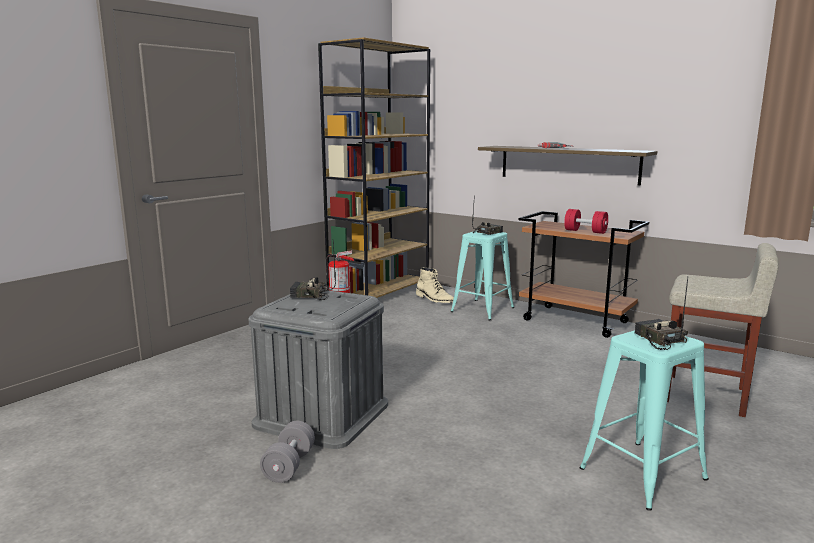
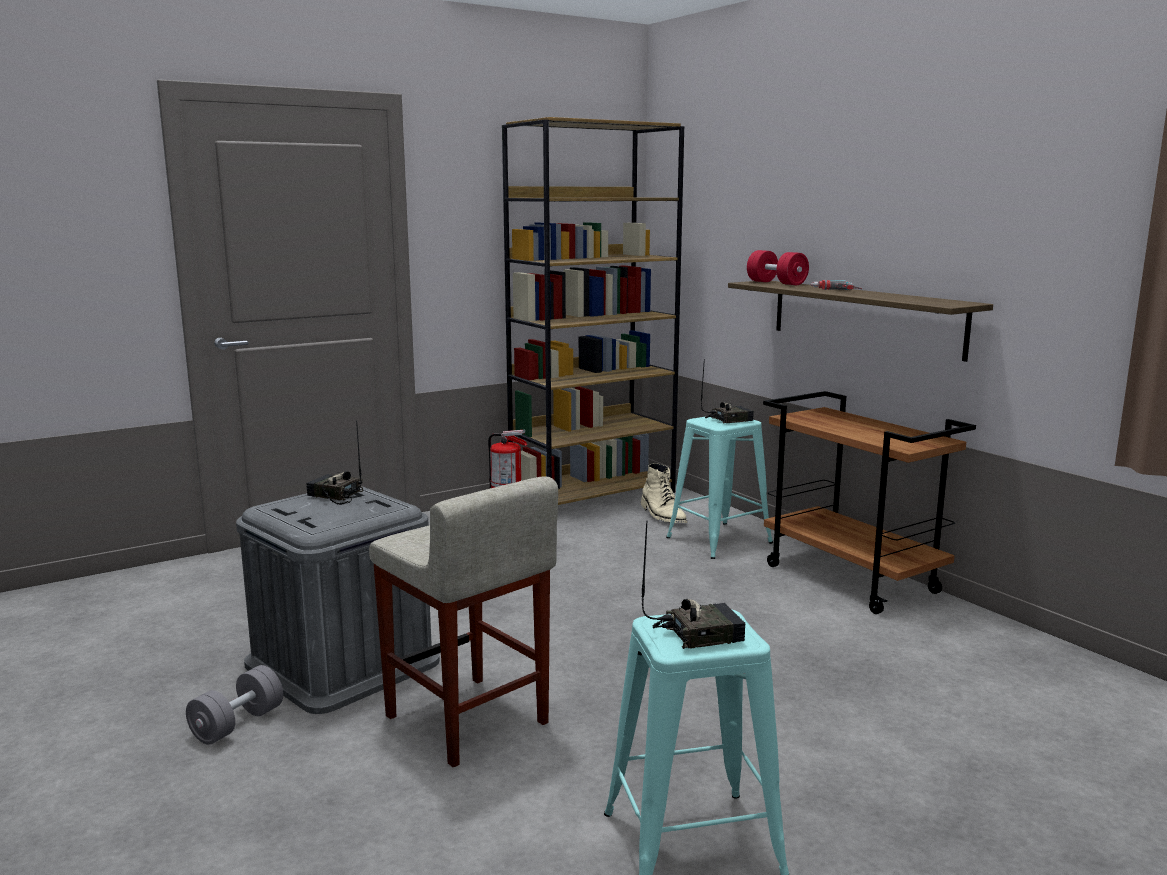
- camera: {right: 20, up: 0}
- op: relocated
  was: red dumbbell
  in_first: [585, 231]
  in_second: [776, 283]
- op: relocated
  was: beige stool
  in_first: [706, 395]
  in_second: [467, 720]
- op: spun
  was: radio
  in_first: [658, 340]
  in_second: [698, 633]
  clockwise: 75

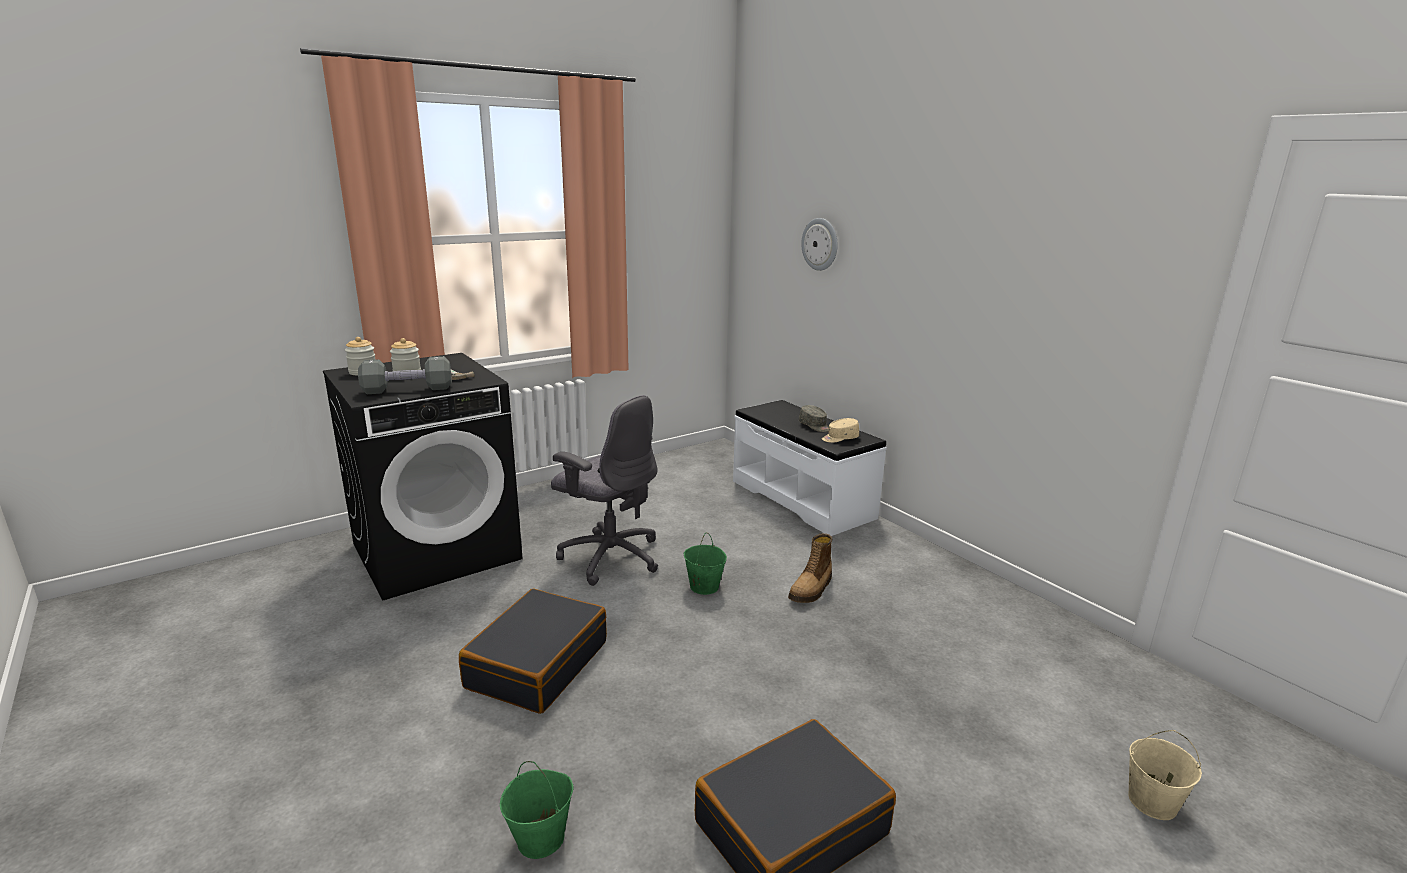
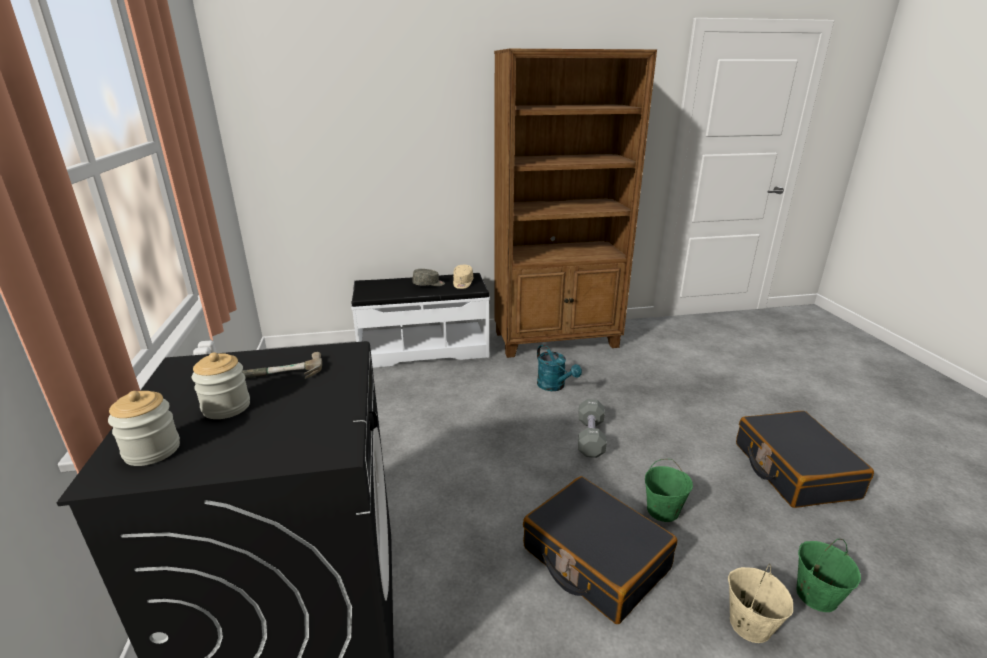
- camera: {right: -65, up: 5}
- op: missing
  was: wall clock
  in_first: [820, 244]
- op: relocated
  was: grey dumbbell
  in_first: [408, 390]
  in_second: [590, 437]
- op: missing
  was: grey office chair
  in_first: [610, 556]
- op: relocated
  was: green bucket
  in_first: [703, 586]
  in_second: [662, 511]
- op: exchanged
  was: boot
  now: turquoise watering can
  in_first: [811, 590]
  in_second: [554, 386]
- op: relocated
  was: beige bucket
  in_first: [1151, 801]
  in_second: [749, 624]
- op: appeared
  now: brown bookcase
  in_second: [557, 340]

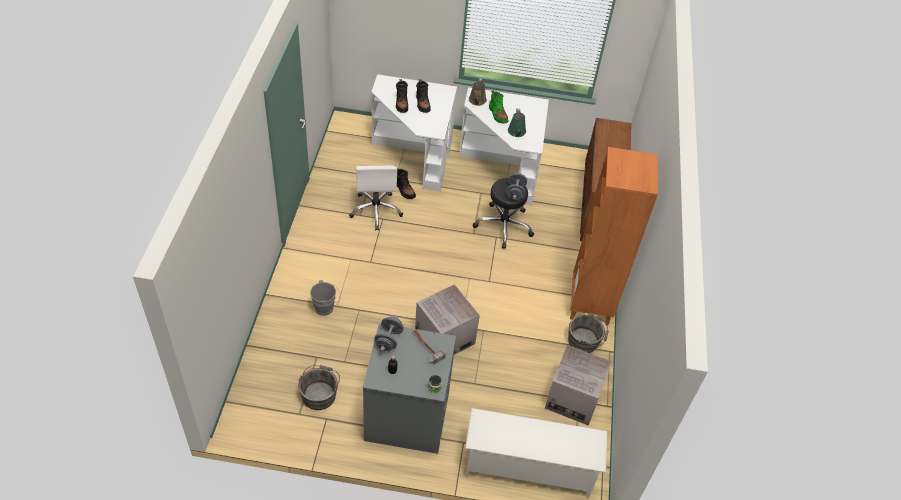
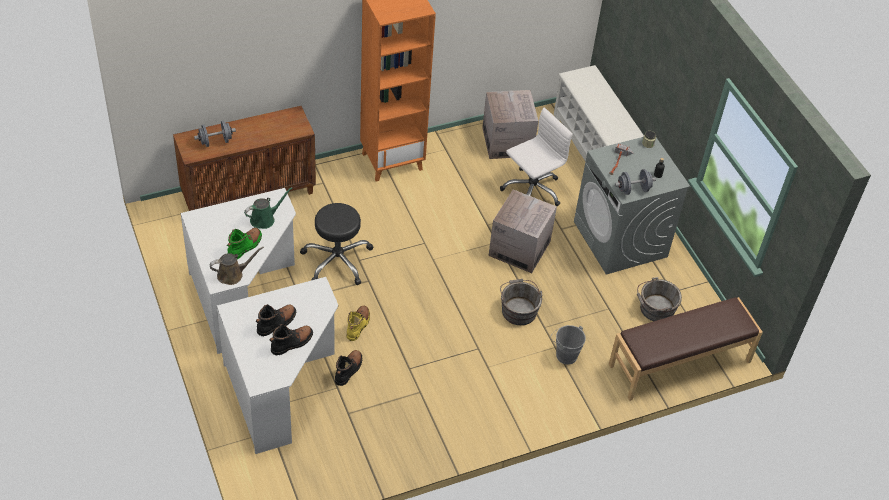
- camera: {right: -120, up: 0}
- op: relocated
  was: white office chair
  in_first: [376, 210]
  in_second: [531, 190]
- op: relocated
  was: grey dumbbell
  in_first: [515, 192]
  in_second: [215, 141]
- op: relocated
  was: grey bucket
  in_first: [585, 341]
  in_second: [518, 309]
- op: appeared
  now: brown bench
  in_second: [680, 364]
- op: appeared
  now: yellow boot
  in_second: [358, 325]

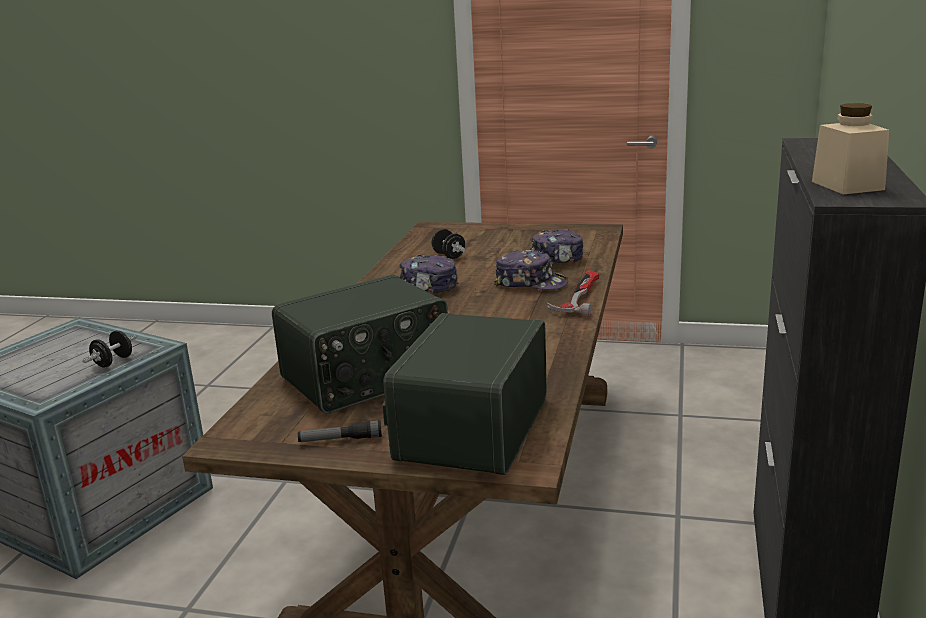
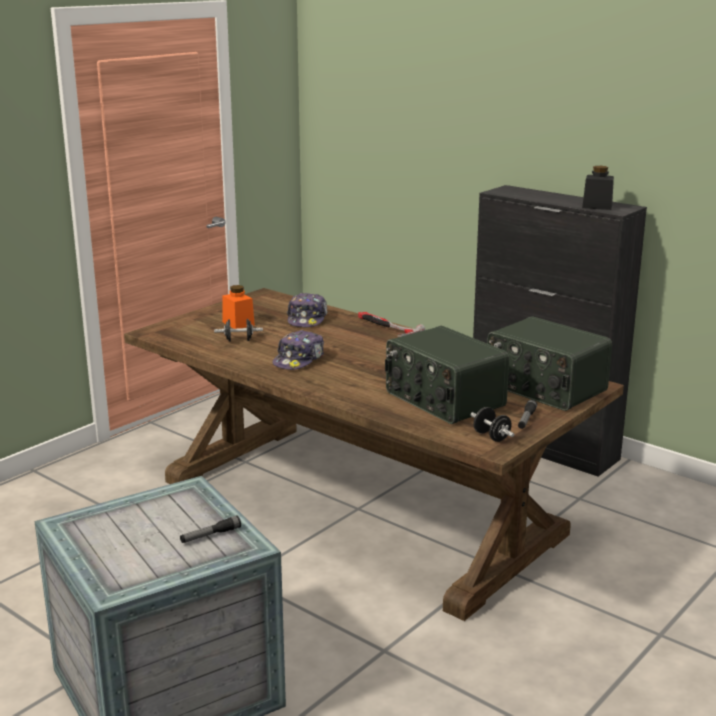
- camera: {right: -65, up: 0}
- op: colour
  was: beige jar
  now: black jar
  in_first: [847, 185]
  in_second: [597, 206]
- op: missing
  was: cap
  in_first: [530, 283]
- op: spun
  was: radio
  in_first: [367, 377]
  in_second: [443, 400]
  clockwise: 150
- op: relocated
  was: black dumbbell
  in_first: [113, 362]
  in_second: [491, 436]
- op: appeared
  now: orange jar
  in_second: [238, 323]
- op: appeared
  now: flashlight
  in_second: [210, 535]

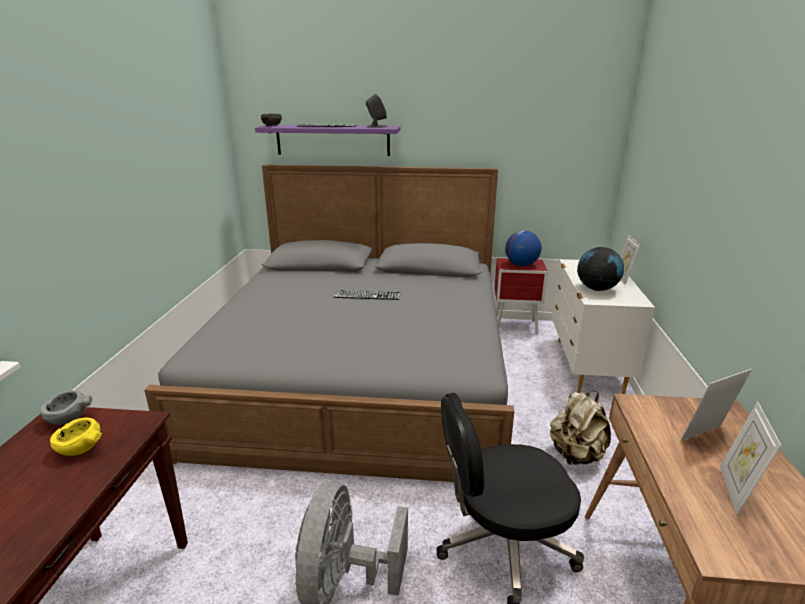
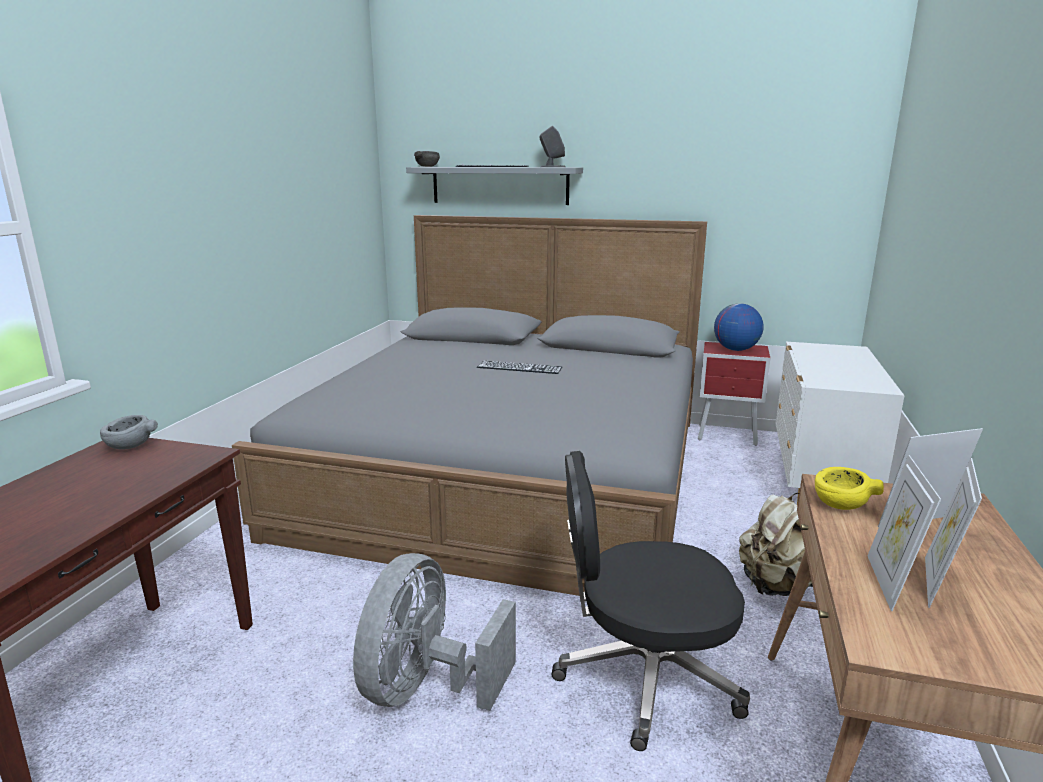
- camera: {right: 10, up: -5}
- op: colour
  was: purple shelf
  now: grey shelf
  in_first: [333, 140]
  in_second: [499, 185]
- op: relocated
  was: picture frame
  in_first: [623, 279]
  in_second: [889, 583]
- op: missing
  was: globe
  in_first: [596, 289]
- op: relocated
  was: yellow bowl
  in_first: [80, 449]
  in_second: [840, 504]

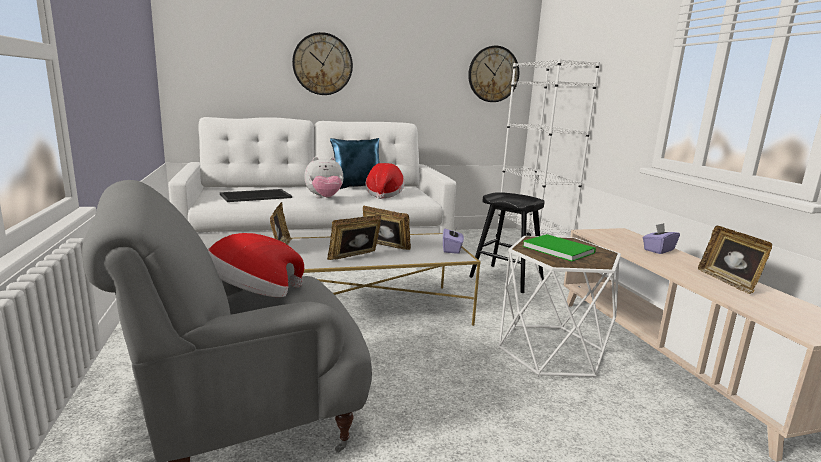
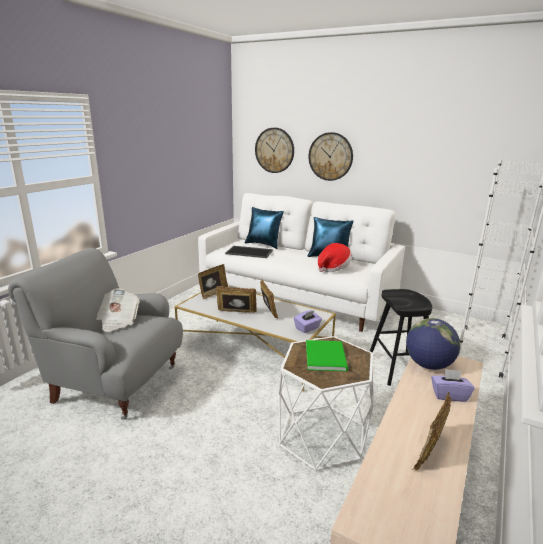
- camera: {right: 45, up: 5}
- op: relocated
  was: wall clock
  in_first: [493, 74]
  in_second: [274, 150]
- op: missing
  was: plush toy
  in_first: [324, 198]
- op: exchanged
  was: hat
  now: newspaper
  in_first: [252, 296]
  in_second: [117, 321]
- op: appeared
  now: blue pillow
  in_second: [264, 244]
- op: appeared
  now: globe
  in_second: [428, 365]

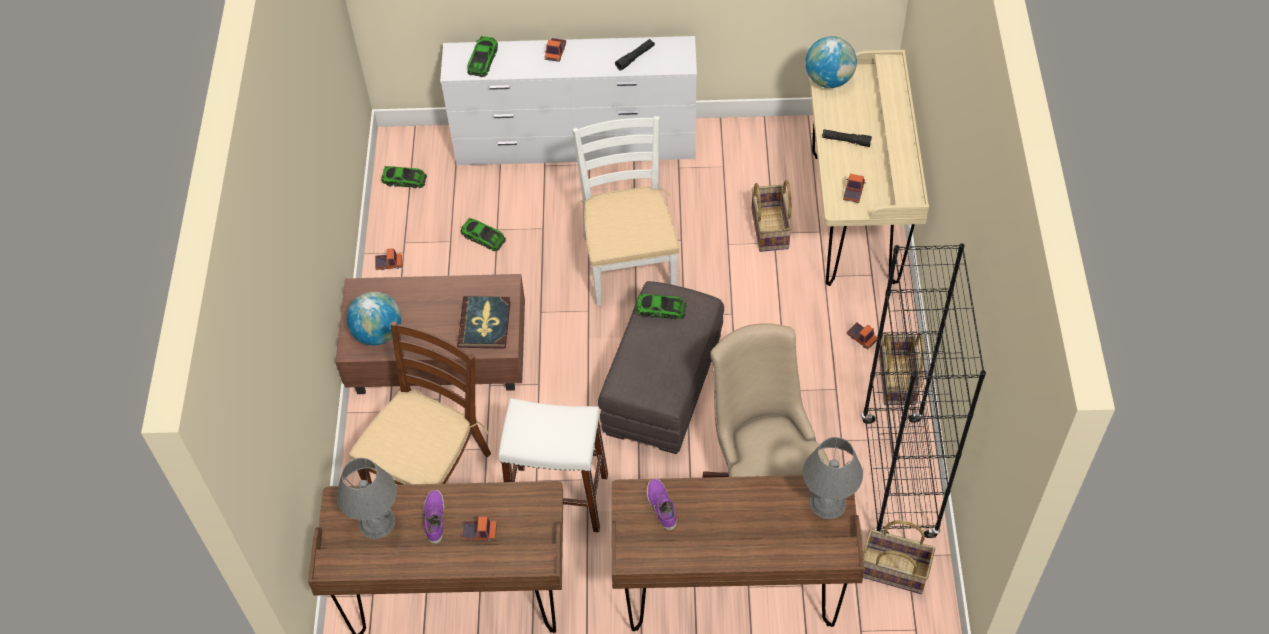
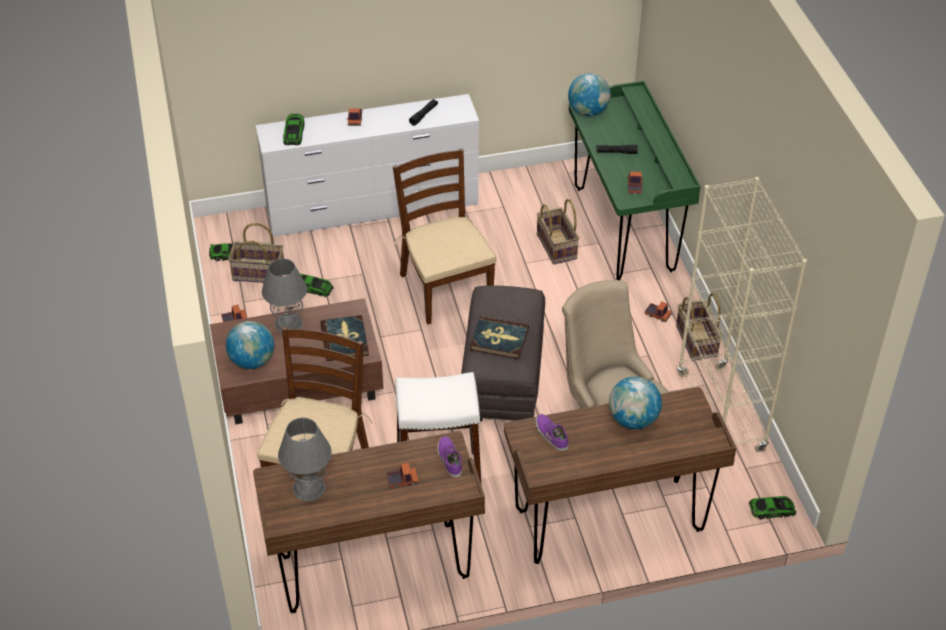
- camera: {right: -15, up: -10}
- op: colour
  was: beige desk
  now: green desk
  in_first: [854, 218]
  in_second: [624, 229]
- op: colour
  was: white chair
  now: brown chair
  in_first: [628, 263]
  in_second: [445, 289]
- op: colour
  was: black bookcase
  now: beige bookcase
  in_first: [898, 478]
  in_second: [720, 412]
- op: relocated
  was: toy car
  in_first: [661, 309]
  in_second: [772, 510]
- op: relocated
  was: grey table lamp
  in_first: [828, 502]
  in_second: [288, 323]
- op: relocated
  was: purple shoe
  in_first: [434, 518]
  in_second: [449, 459]
- op: relocated
  was: basket
  in_first: [893, 571]
  in_second: [258, 274]
- op: appeared
  now: book
  in_second: [499, 340]
- op: appeared
  now: globe
  in_second: [633, 420]

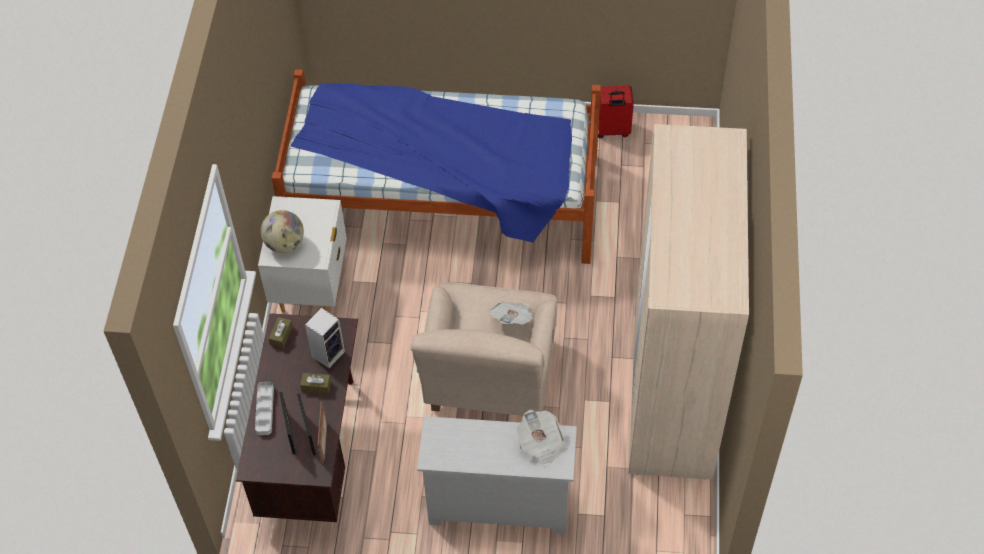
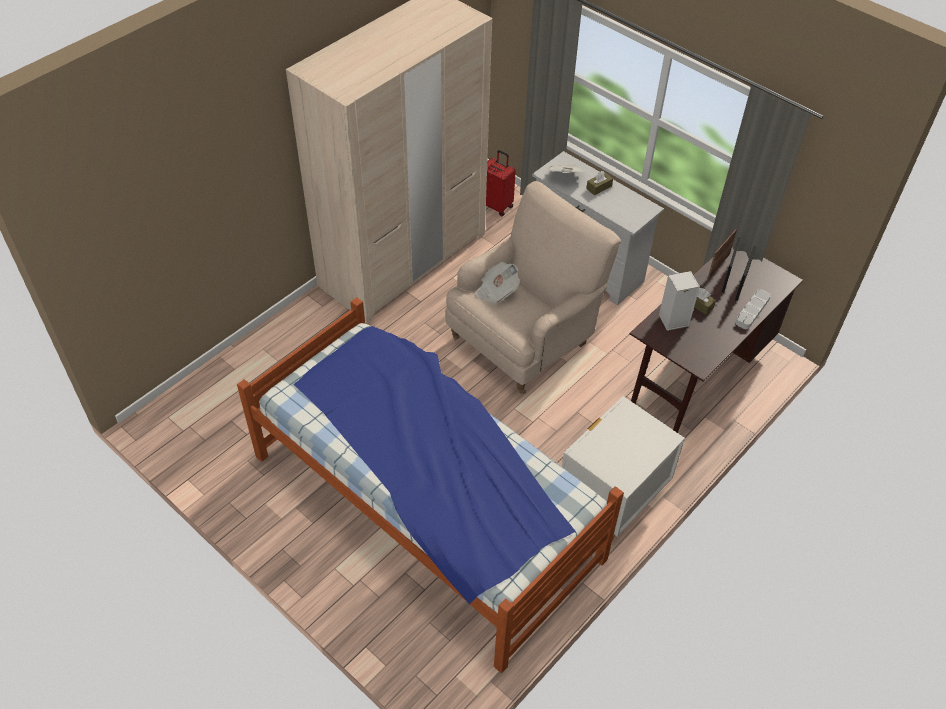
- camera: {right: -145, up: -5}
- op: relocated
  was: red suitcase
  in_first: [613, 131]
  in_second: [496, 205]
- op: missing
  was: globe
  in_first: [285, 244]
- op: relocated
  was: brown tissue box
  in_first: [281, 335]
  in_second: [599, 187]

